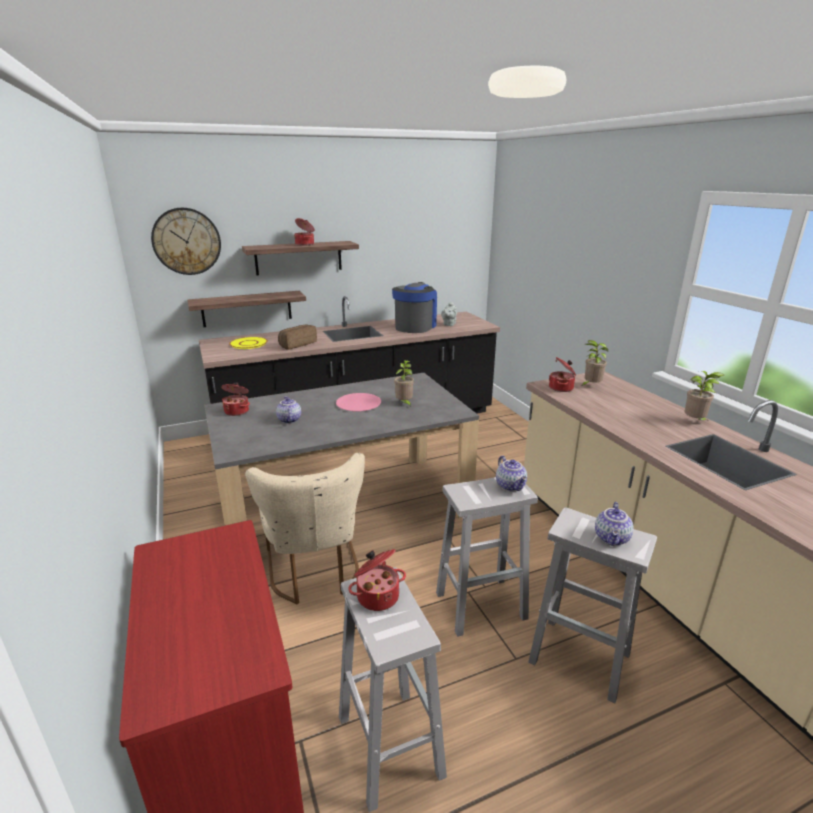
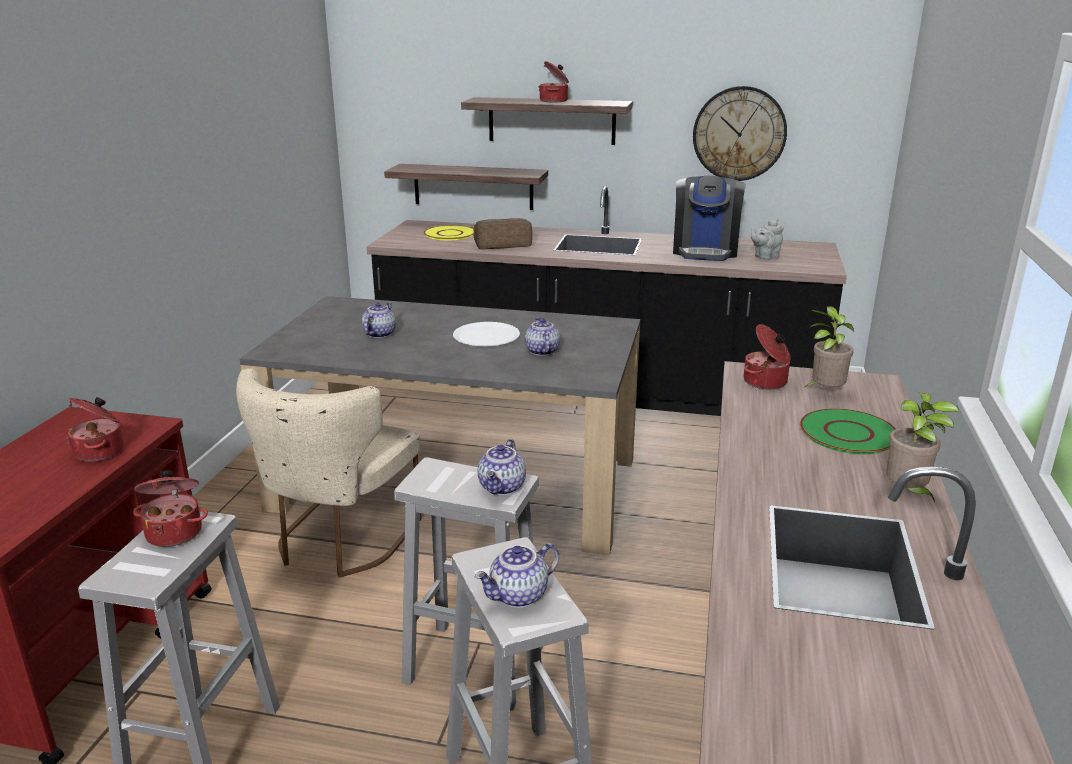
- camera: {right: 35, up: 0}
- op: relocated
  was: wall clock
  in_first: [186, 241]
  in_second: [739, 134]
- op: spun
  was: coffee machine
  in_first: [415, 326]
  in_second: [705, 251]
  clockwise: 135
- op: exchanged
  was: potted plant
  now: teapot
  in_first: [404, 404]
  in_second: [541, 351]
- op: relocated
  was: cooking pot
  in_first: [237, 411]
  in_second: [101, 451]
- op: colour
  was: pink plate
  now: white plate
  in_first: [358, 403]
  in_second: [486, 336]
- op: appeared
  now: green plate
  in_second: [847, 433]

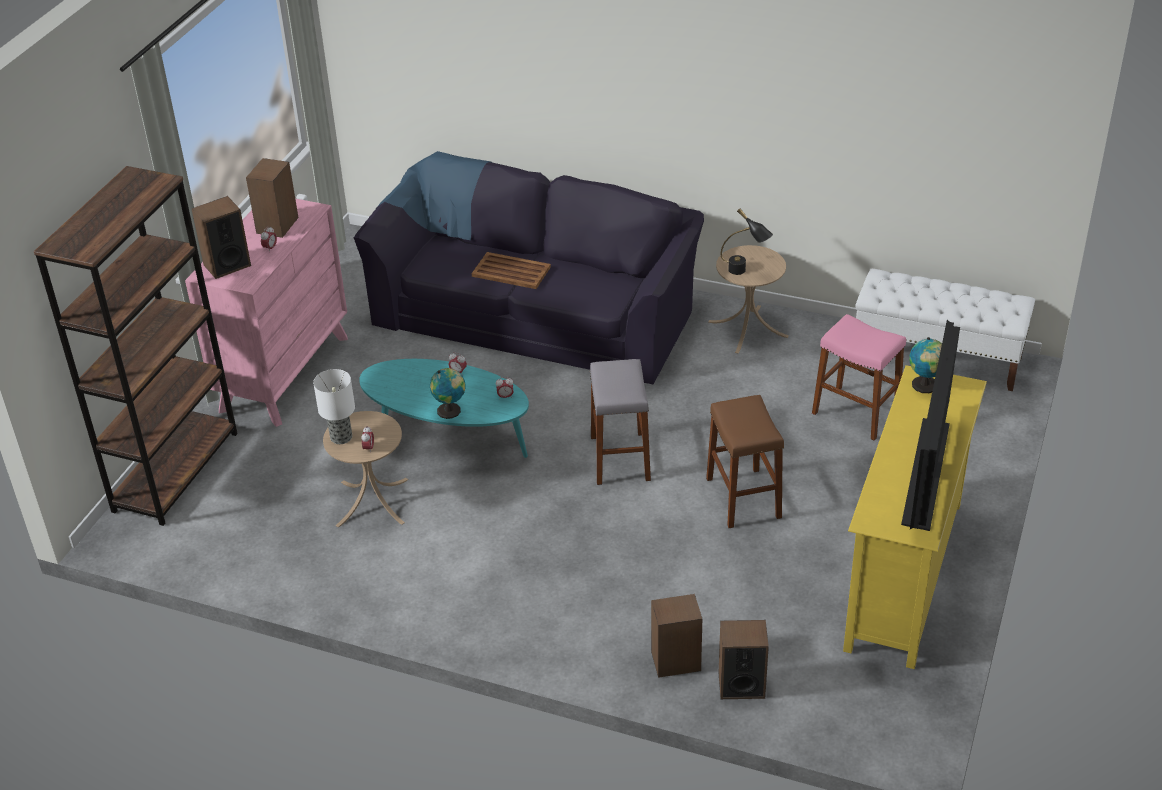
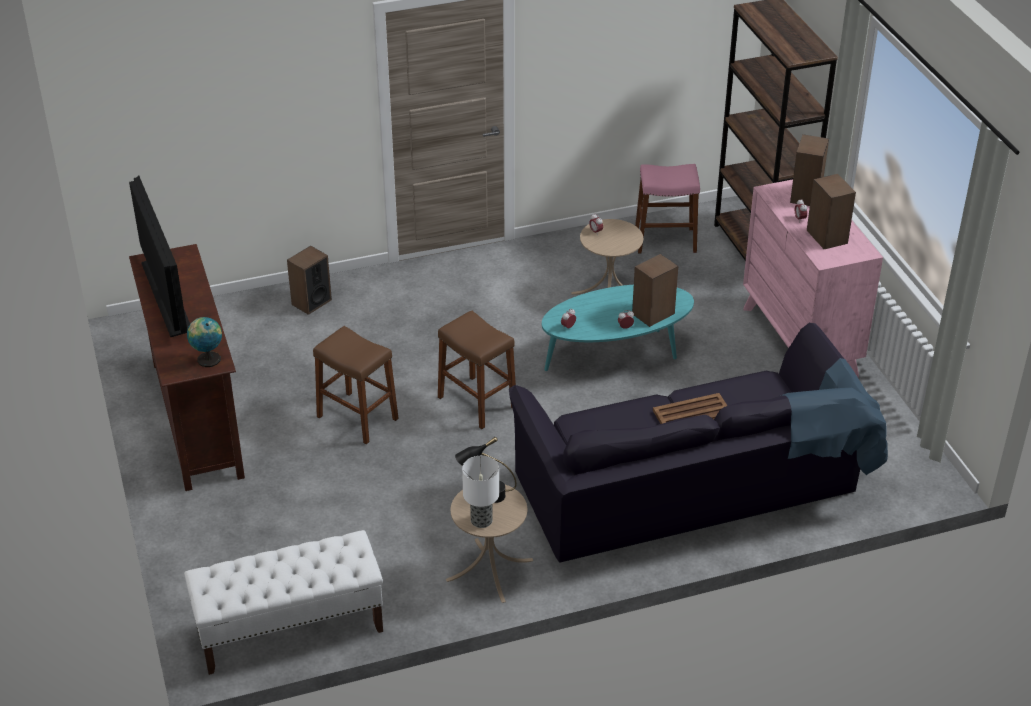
- camera: {right: 140, up: 0}
- op: relocated
  was: pink stool
  in_first: [855, 413]
  in_second: [665, 240]
- op: colour
  was: grey stool
  now: brown stool
  in_first: [620, 458]
  in_second: [477, 402]
- op: colour
  was: yellow tv stand
  now: brown tv stand
  in_first: [905, 576]
  in_second: [196, 419]
- op: missing
  was: globe
  in_first: [450, 411]
- op: relocated
  was: table lamp
  in_first: [341, 437]
  in_second: [482, 521]
- op: relocated
  was: speaker
  in_first: [741, 685]
  in_second: [653, 314]

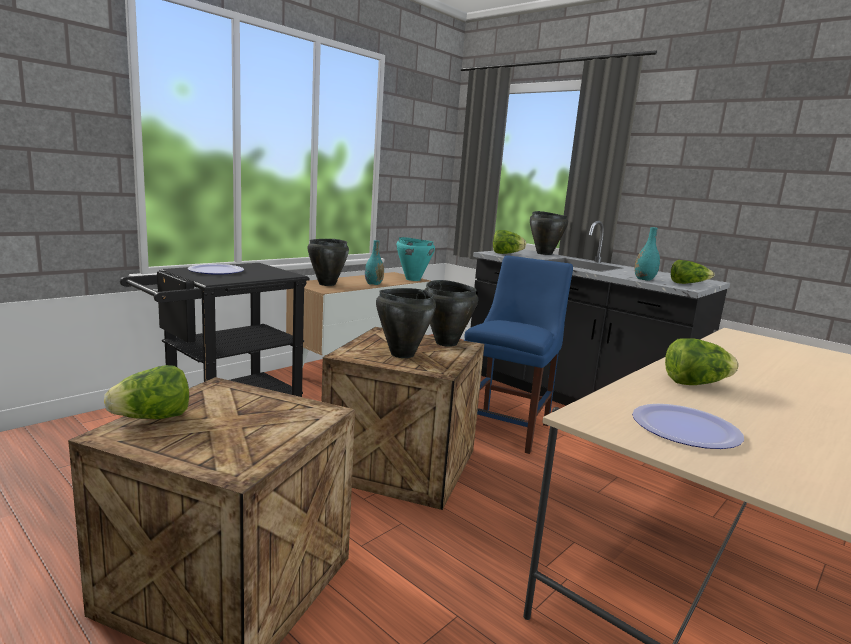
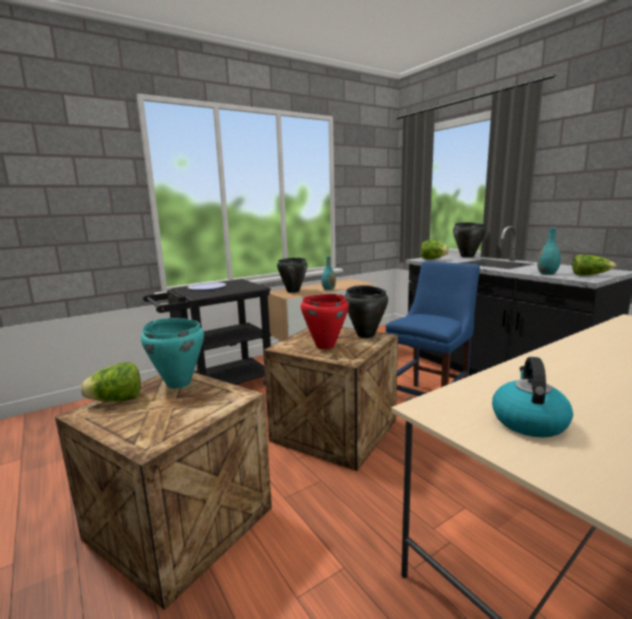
- camera: {right: 15, up: 0}
- op: relocated
  was: turquoise cooking pot
  in_first: [413, 279]
  in_second: [179, 383]
- op: colour
  was: black cooking pot
  now: red cooking pot
  in_first: [401, 354]
  in_second: [324, 346]
- op: missing
  was: lettuce
  in_first: [695, 384]
- op: exchanged
  was: plate
  now: kettle
  in_first: [685, 428]
  in_second: [528, 421]

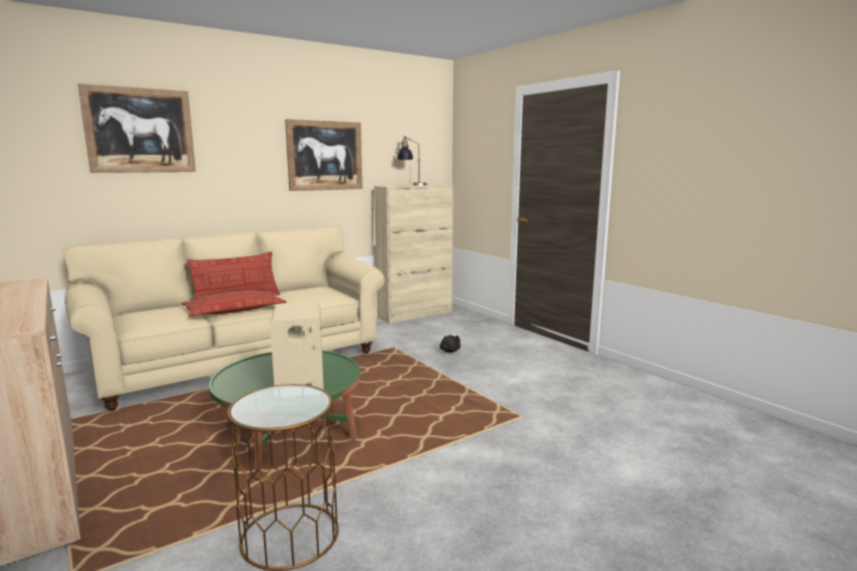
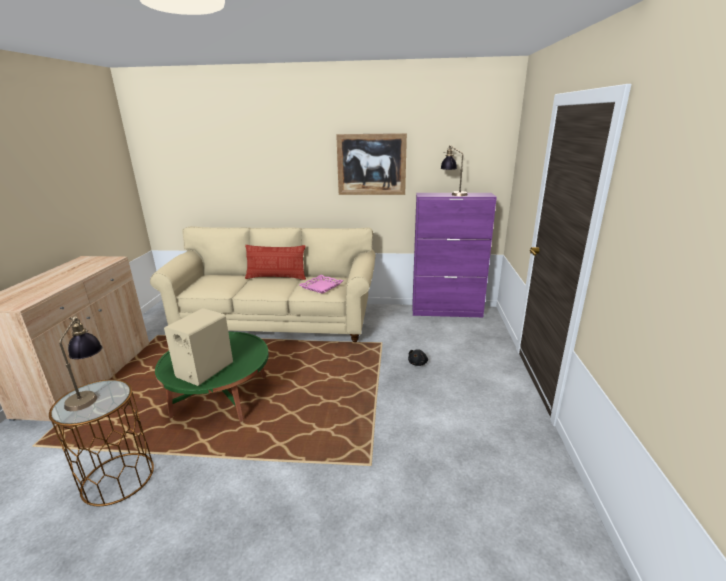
- camera: {right: 40, up: 10}
- op: missing
  was: picture
  in_first: [140, 130]
- op: colour
  was: beige cabinet
  now: purple cabinet
  in_first: [415, 314]
  in_second: [447, 311]
- op: missing
  was: pillow
  in_first: [234, 310]
- op: appeared
  now: pink tray
  in_second: [321, 287]
- op: appeared
  now: table lamp
  in_second: [89, 394]

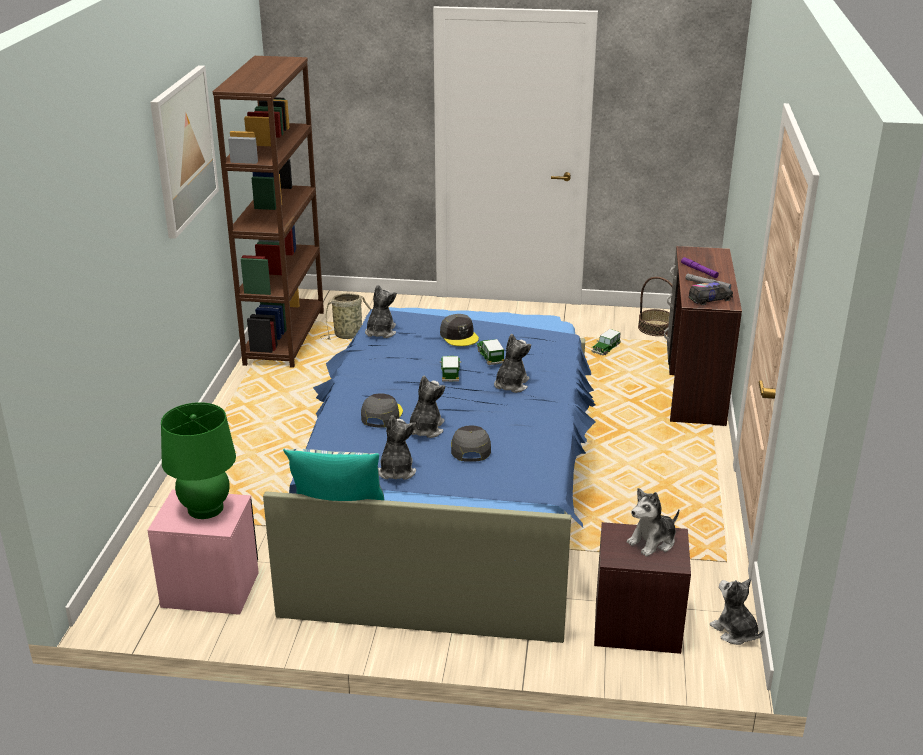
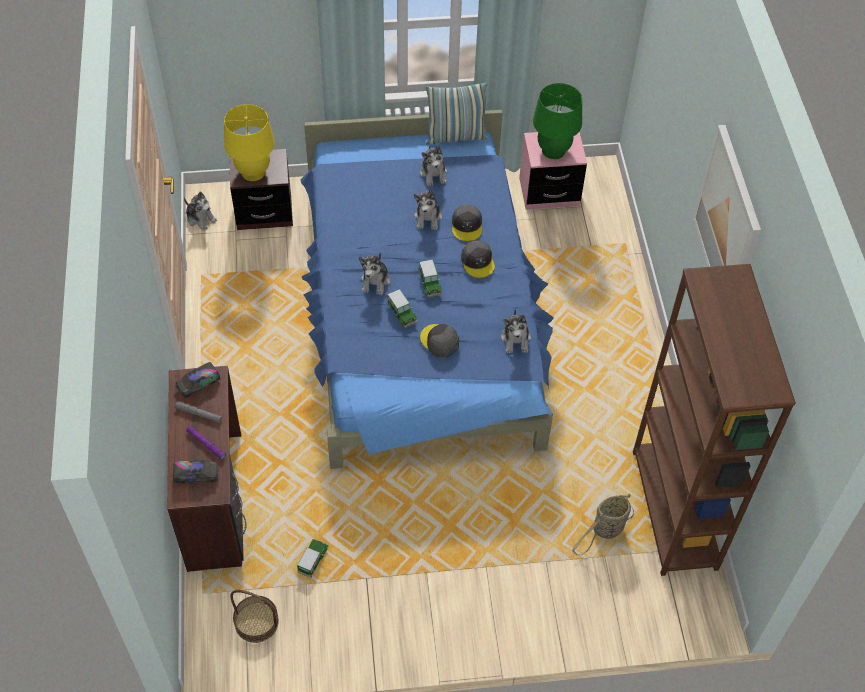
- camera: {right: 165, up: 25}
- op: relocated
  was: grey cap
  in_first: [470, 448]
  in_second: [478, 261]
- op: exchanged
  was: plush toy
  now: yellow table lamp
  in_first: [653, 542]
  in_second: [253, 172]
- op: appeared
  now: toy truck
  in_second: [196, 475]

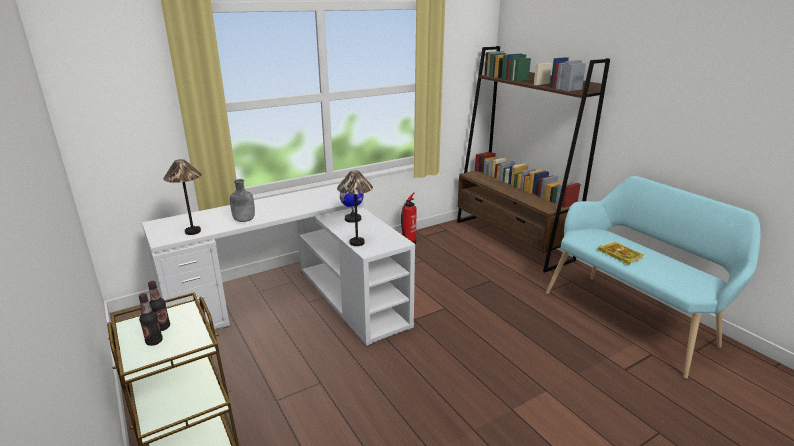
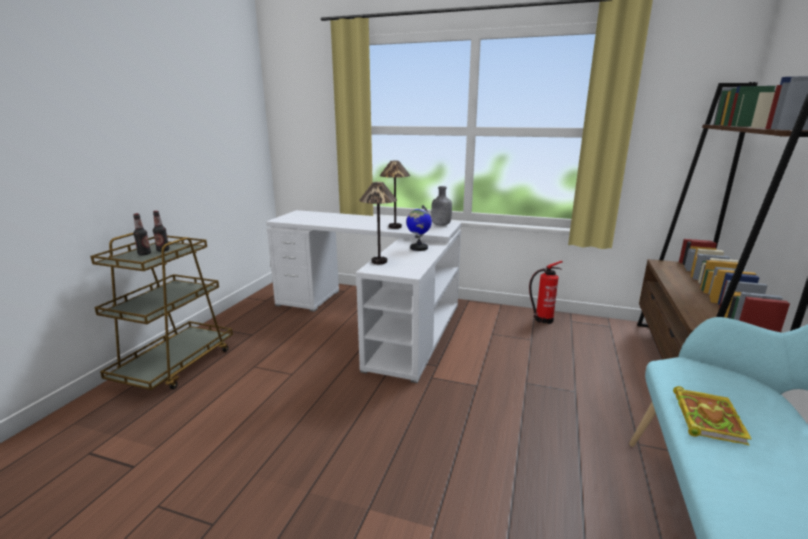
- camera: {right: 50, up: -5}
- op: relocated
  was: table lamp
  in_first: [193, 232]
  in_second: [395, 227]
- op: relocated
  was: grey bottle
  in_first: [244, 220]
  in_second: [440, 225]

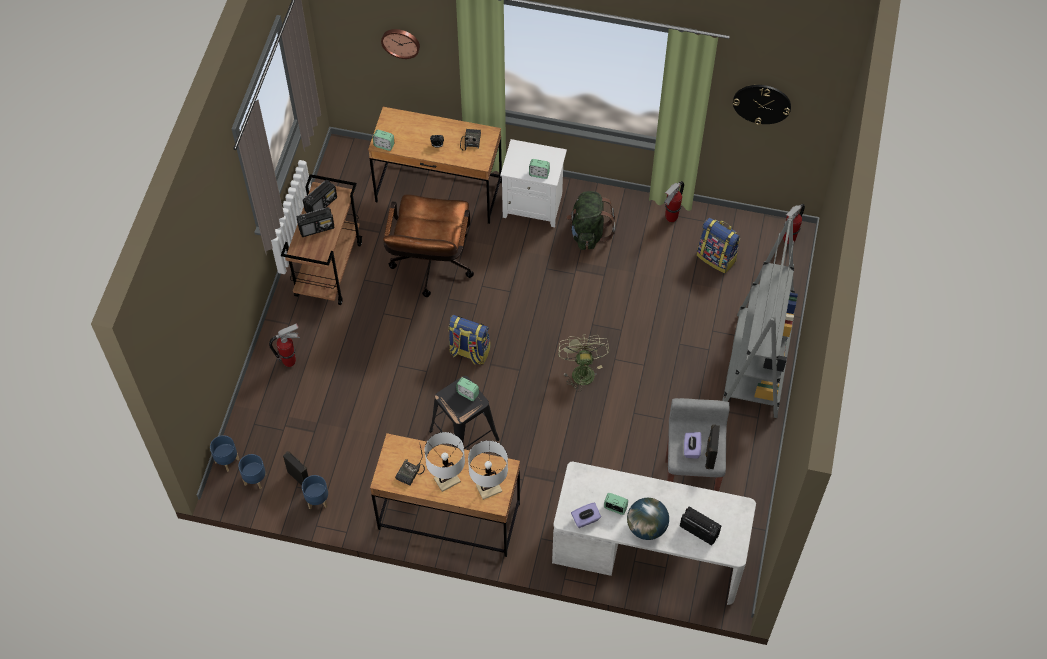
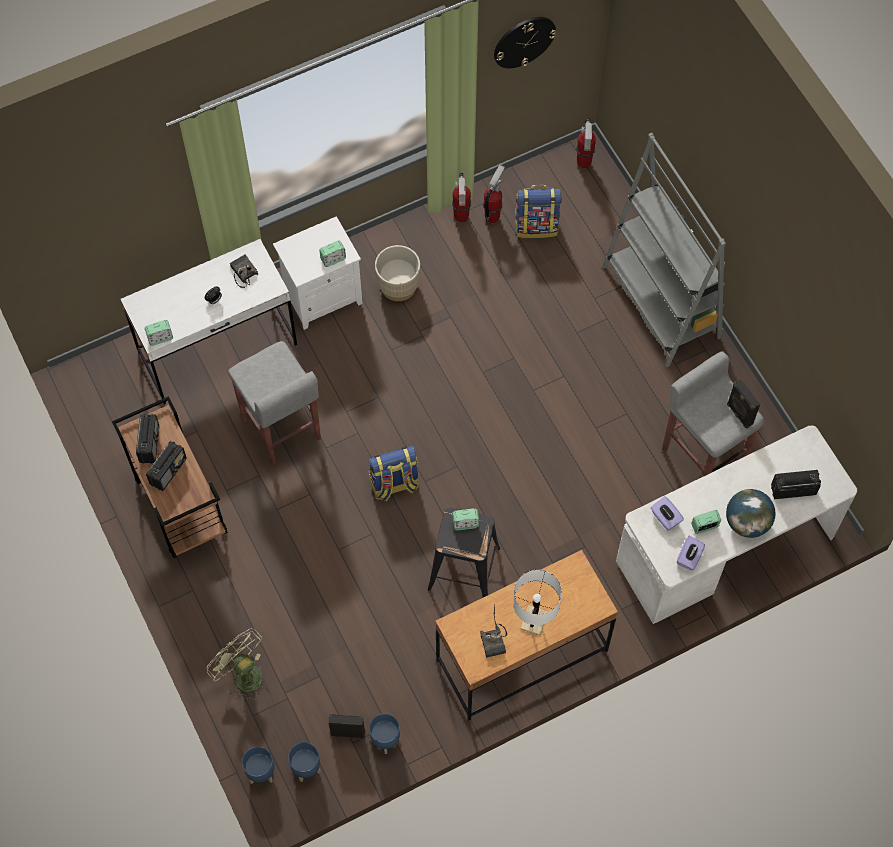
- camera: {right: -40, up: 5}
- op: missing
  was: wall clock
  in_first: [401, 42]
- op: colour
  was: brown desk
  now: white desk
  in_first: [439, 192]
  in_second: [218, 348]
- op: exchanged
  was: green backpack
  now: beige planter
  in_first: [588, 232]
  in_second: [398, 286]
- op: exchanged
  was: brown office chair
  now: grey stool
  in_first: [431, 268]
  in_second: [281, 430]
- op: relocated
  was: fire extinguisher
  in_first: [290, 361]
  in_second: [492, 217]
- op: relocated
  was: green fan
  in_first: [581, 370]
  in_second: [242, 674]
- op: relocated
  was: purple tissue box
  in_first: [691, 449]
  in_second: [665, 518]
- op: missing
  was: white table lamp
  in_first: [489, 488]

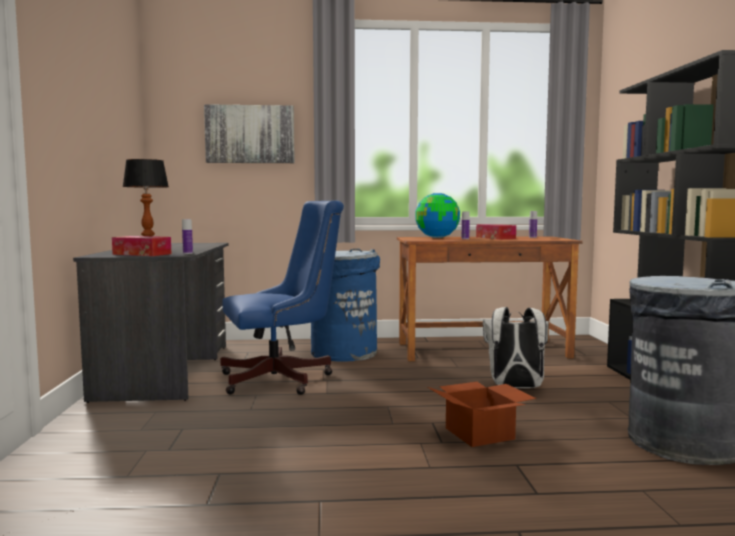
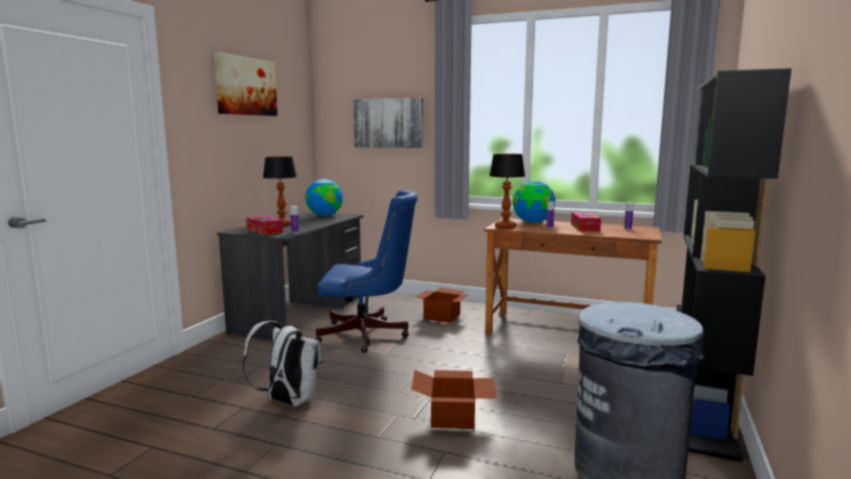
- camera: {right: 25, up: 5}
- op: exchanged
  was: blue trash can
  now: cardboard box
  in_first: [343, 352]
  in_second: [443, 316]
- op: relocated
  was: white backpack
  in_first: [515, 388]
  in_second: [288, 402]
- op: appeared
  now: picture
  in_second: [246, 86]
- op: appeared
  now: table lamp
  in_second: [505, 227]
- op: appeared
  now: globe
  in_second: [324, 215]

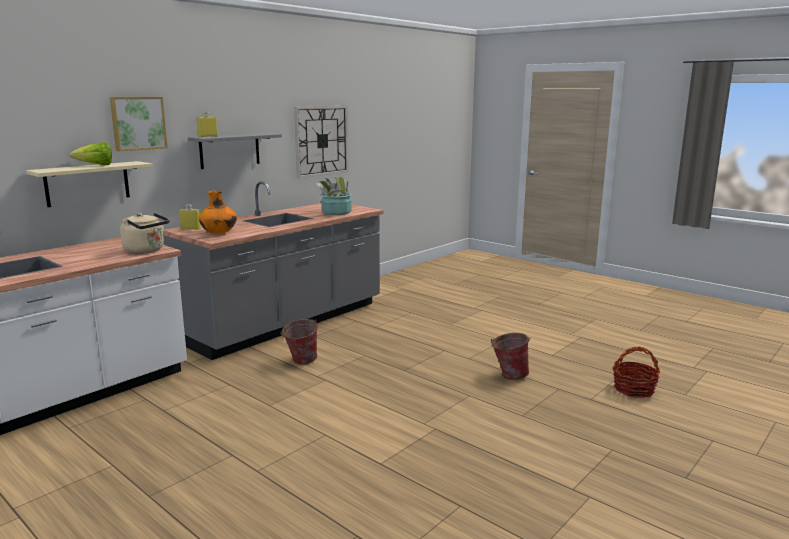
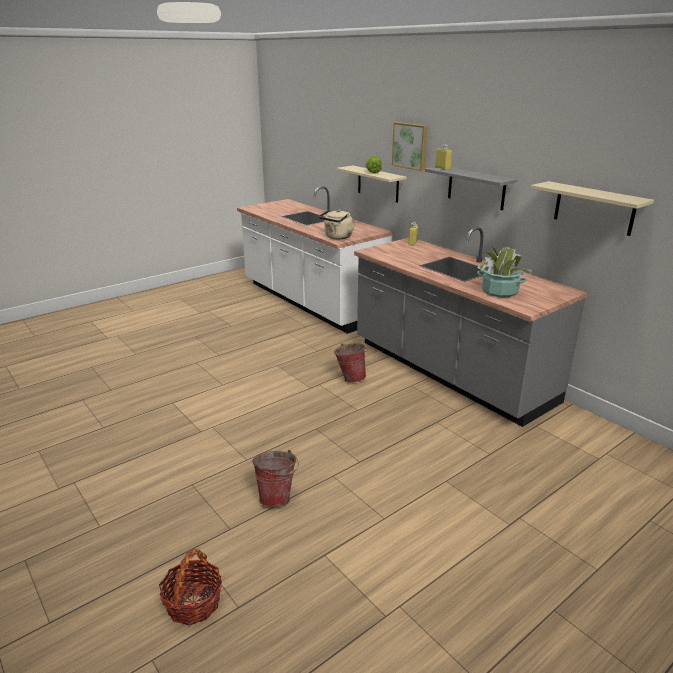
- camera: {right: 100, up: 10}
- op: exchanged
  was: wall clock
  now: beige shelf
  in_first: [321, 141]
  in_second: [594, 208]
- op: missing
  was: orange vase
  in_first: [219, 233]

